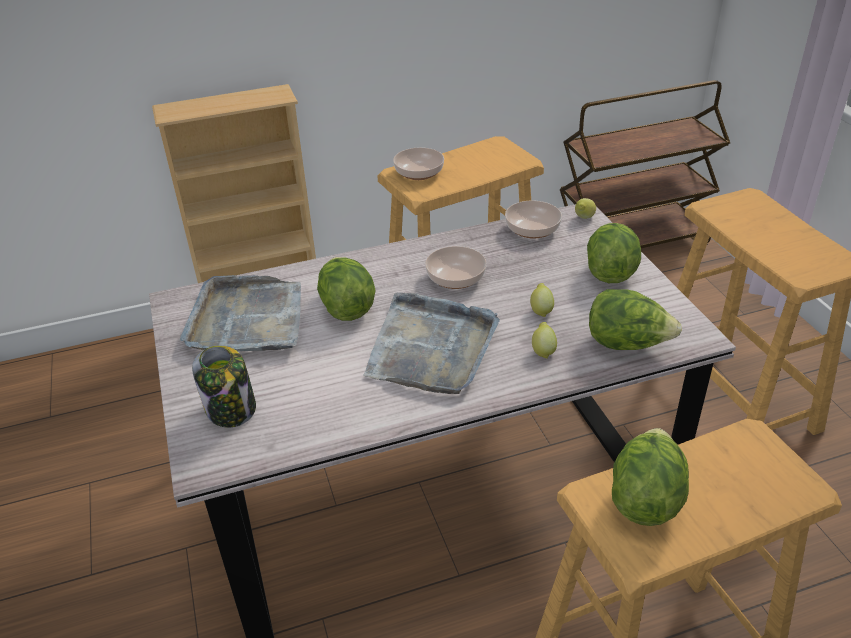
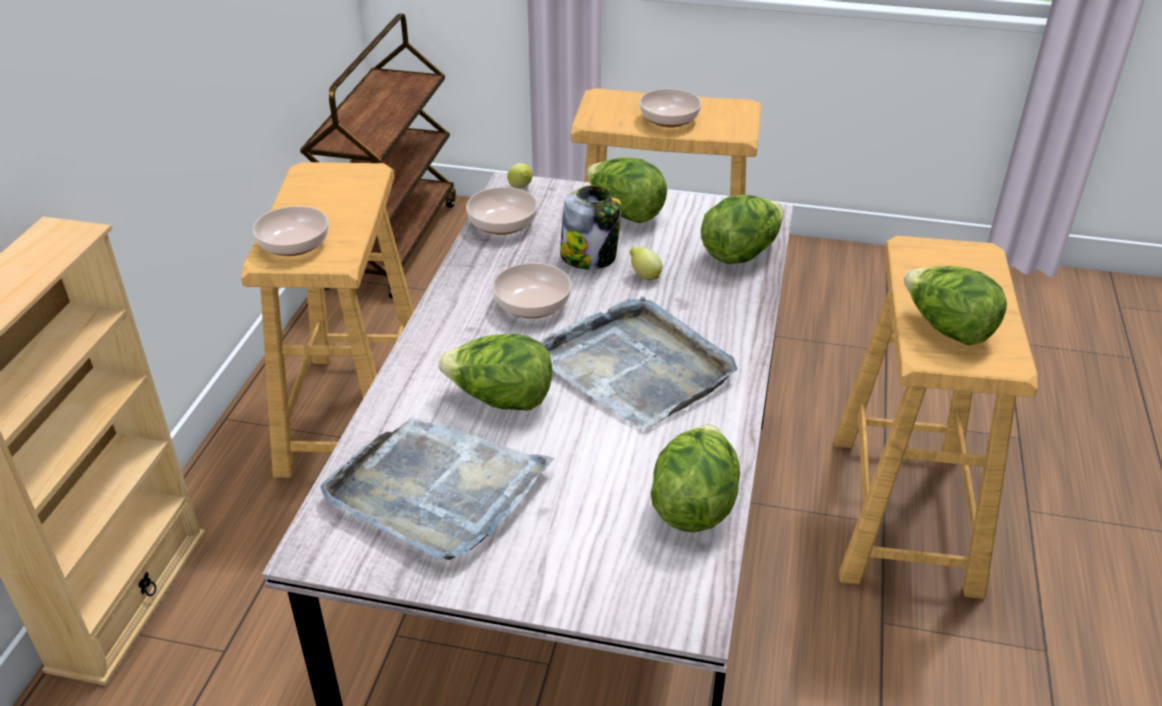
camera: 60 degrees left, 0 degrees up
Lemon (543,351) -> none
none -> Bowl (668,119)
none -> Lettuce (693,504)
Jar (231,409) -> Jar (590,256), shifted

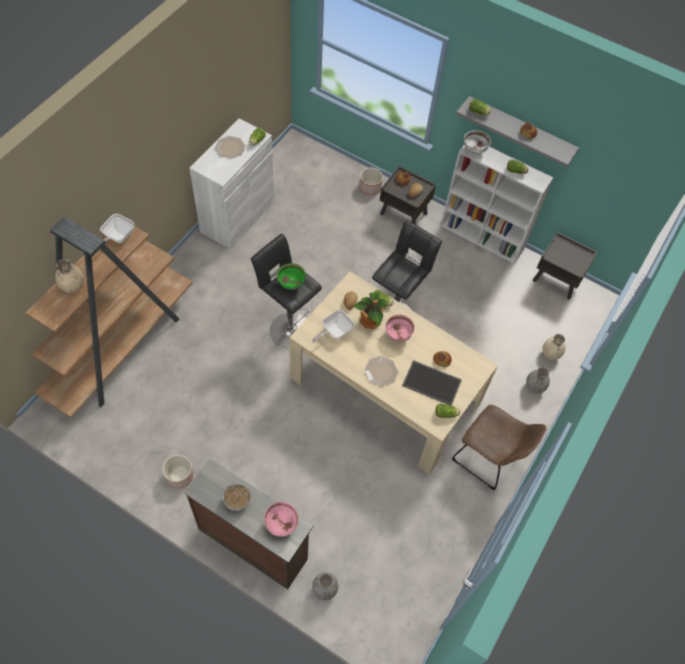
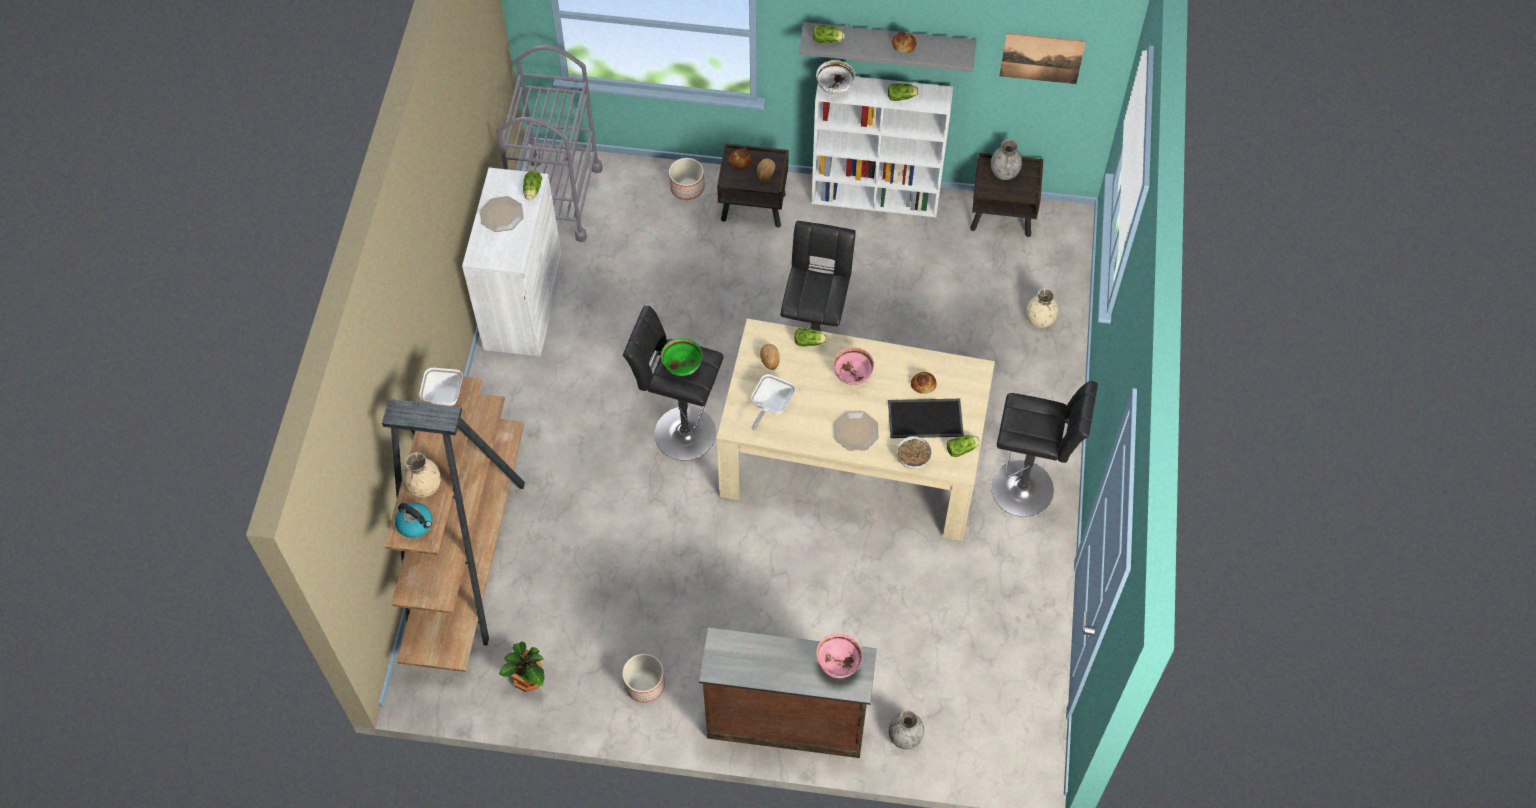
camera: 20 degrees left, 0 degrees up
none -> Kettle (416,524)
none -> GreyCart (558,199)
none -> Picture (1041,58)
Bowl (238,500) -> Bowl (913,458), shifted
PottedPlant (370,322) -> PottedPlant (528,679), shifted
GreyVase (535,387) -> GreyVase (1004,173), shifted
BrownChair (489,459) -> BlackStool (1027,489)

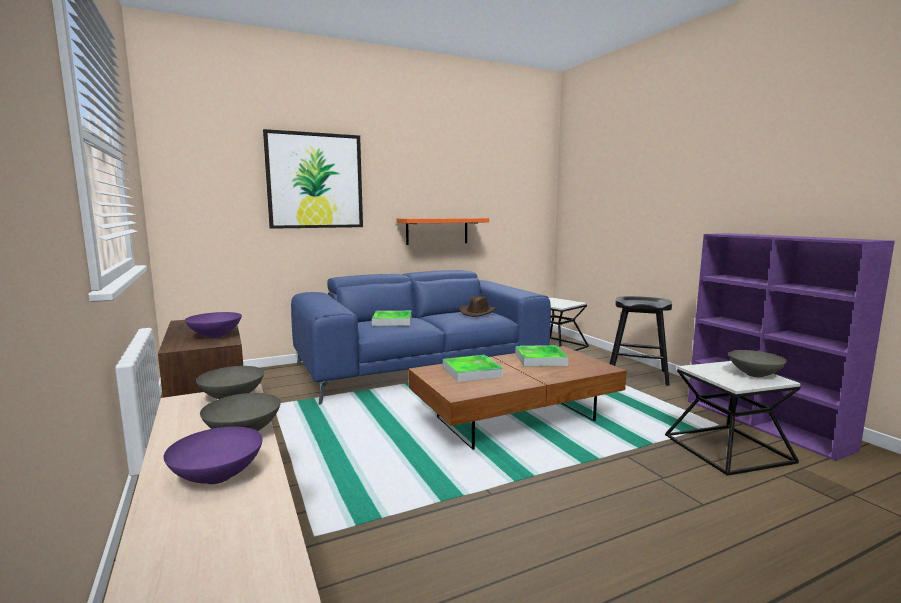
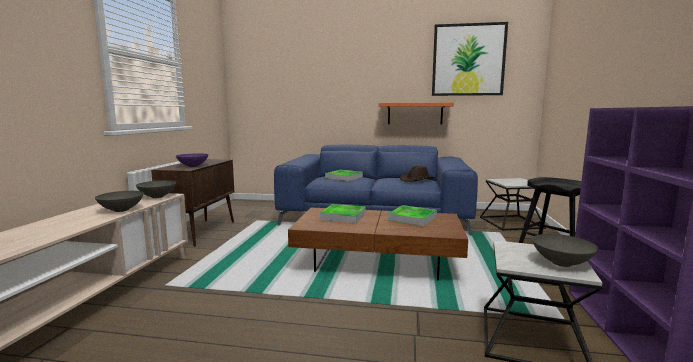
camera: 35 degrees right, 0 degrees up
PurpleBowl (216,477) -> none
Picture (315,181) -> Picture (468,60), shifted

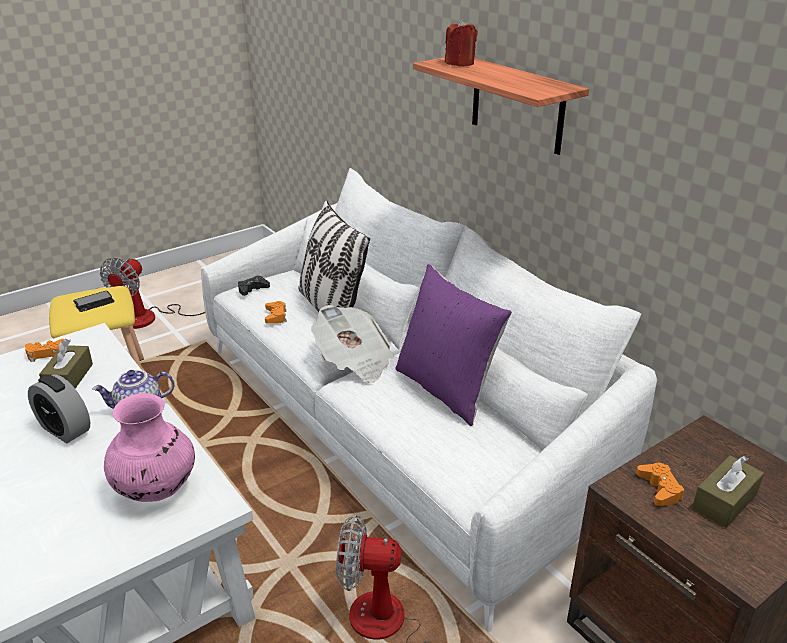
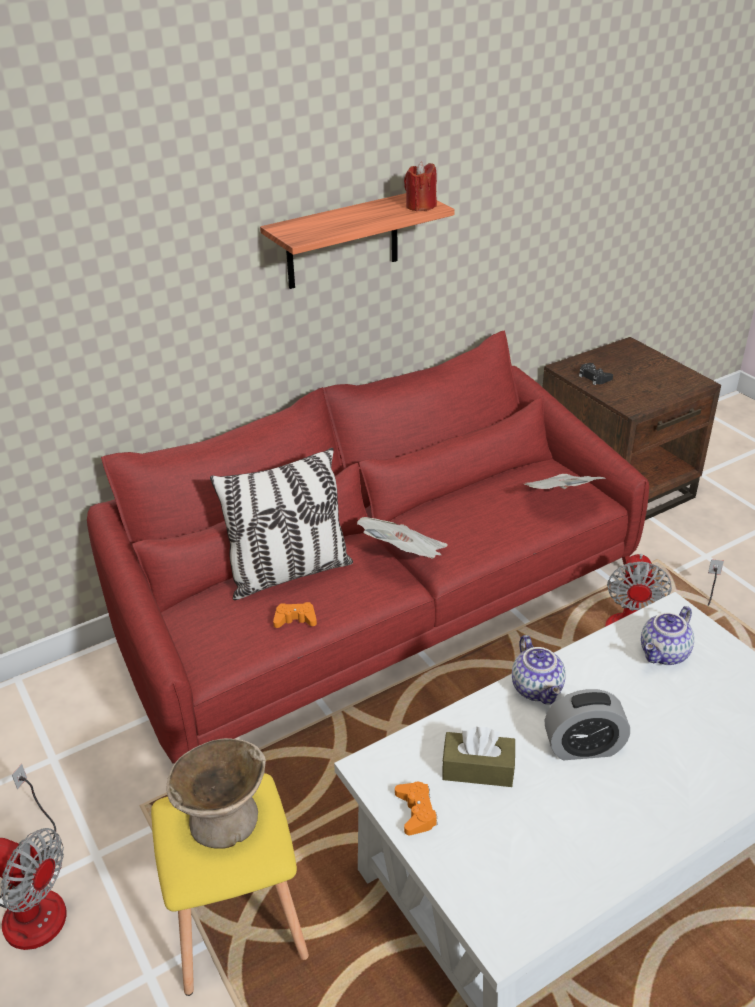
camera: 85 degrees left, 5 degrees up
PurplePillow (446,389) -> none
OrangeGameController (659,489) -> none
BrownTissueBox (724,501) -> none
none -> Newspaper (561,499)
BlackGameController (252,289) -> BlackGameController (594,377), shifted
RedCandle (459,63) -> RedCandle (420,206), shifted
Phone (94,302) -> BeigeBowl (224,819)
PinkVase (156,490) -> Teapot (665,654)
WhiteSofa (395,426) -> RedSofa (378,611)
AlarmClock (64,429) -> AlarmClock (583,747), 45 degrees clockwise

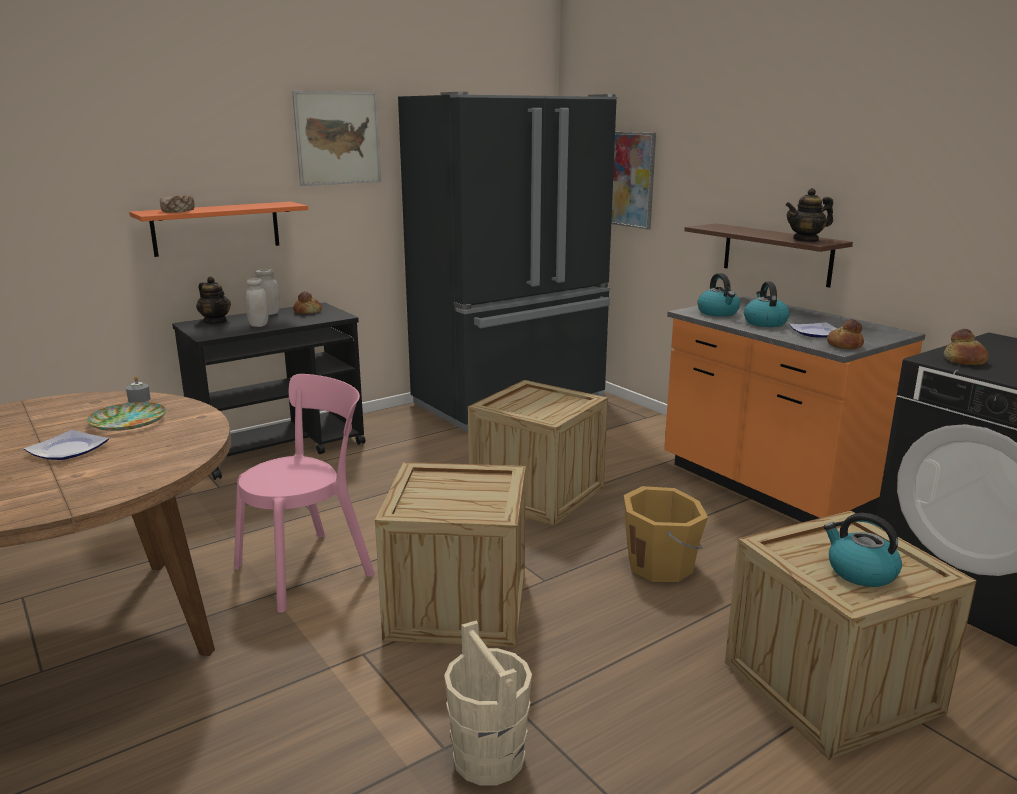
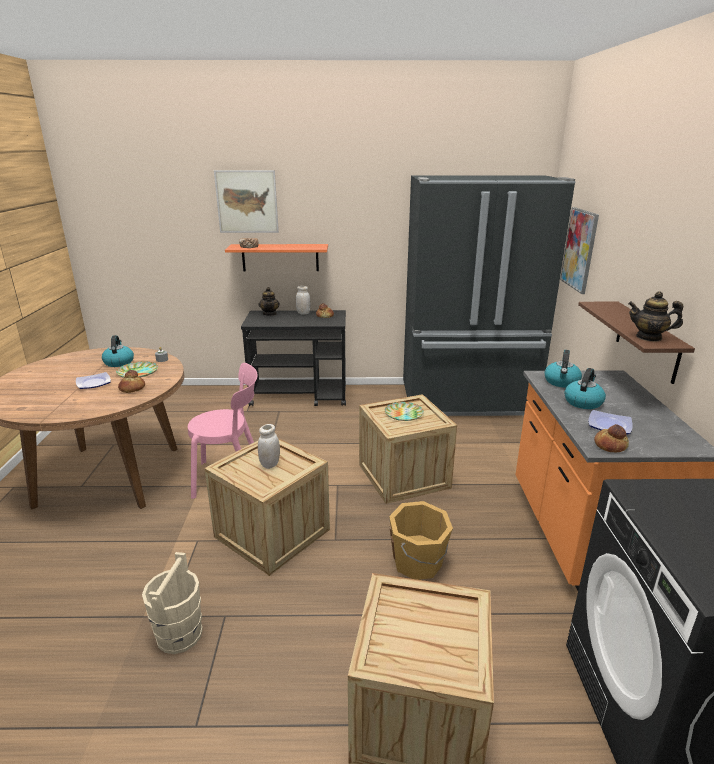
camera: 35 degrees right, 5 degrees up
none -> Plate (404,414)
WhiteJar (259,325) -> WhiteJar (270,464), shifted
Picture (338,138) -> Picture (247,202), shifted
Kettle (860,572) -> Kettle (119,362), shifted
Bread (965,361) -> Bread (132,389), shifted

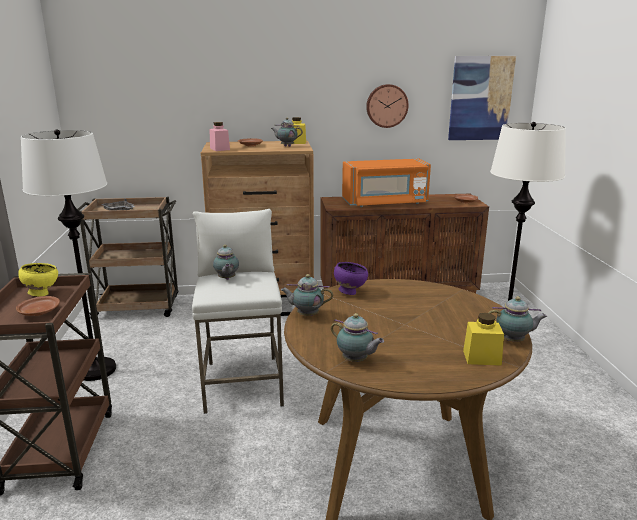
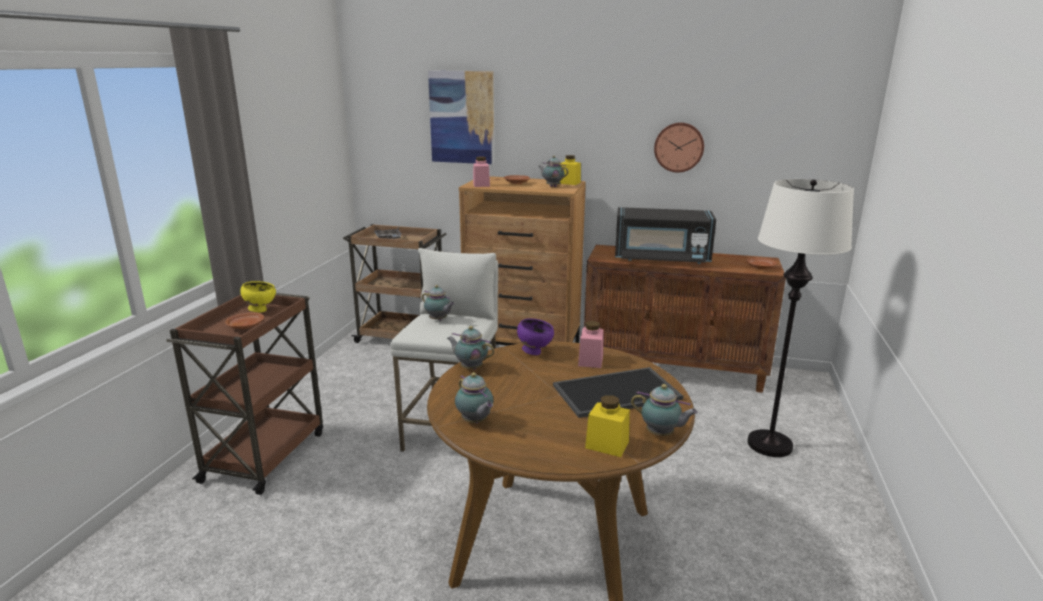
camera: 20 degrees right, 0 degrees up
WhiteFloorLamp (96,370) -> none
none -> Tray (616,393)
none -> PinkJar (590,360)
Picture (480,98) -> Picture (462,117), shifted
OrangeMicrowave (385,203) -> BlackMicrowave (661,259)
Teapot (226,279) -> Teapot (438,320), 60 degrees counterclockwise

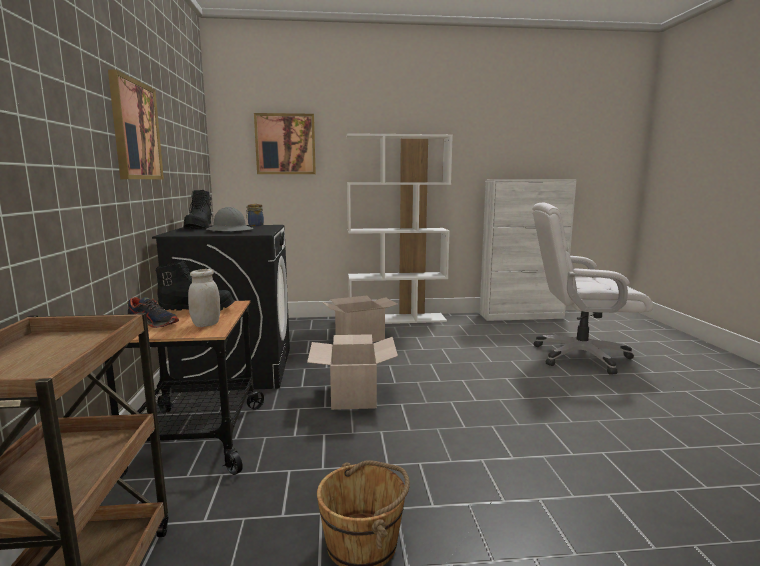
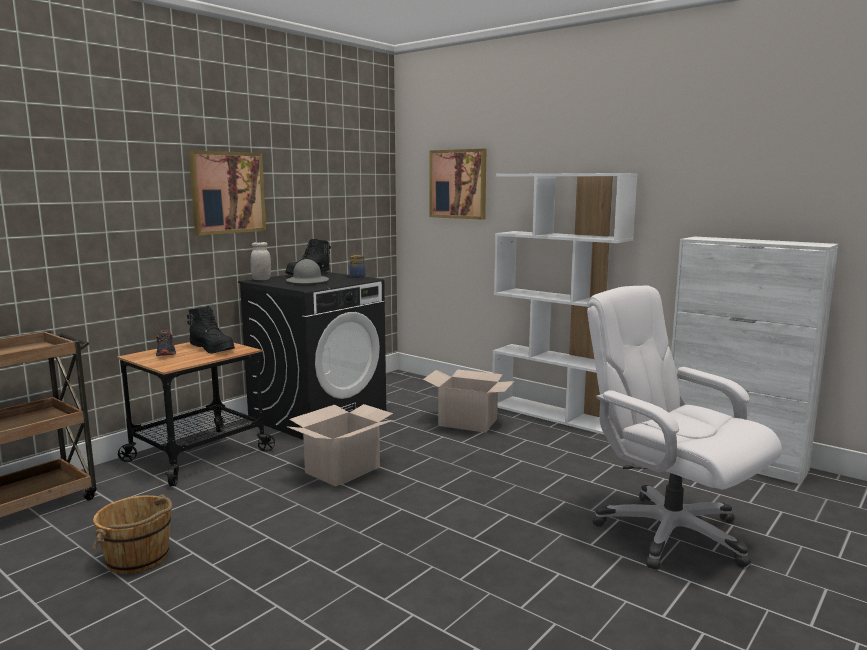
camera: 45 degrees right, 0 degrees up
WhiteJar (206,324) -> WhiteJar (261,279), shifted

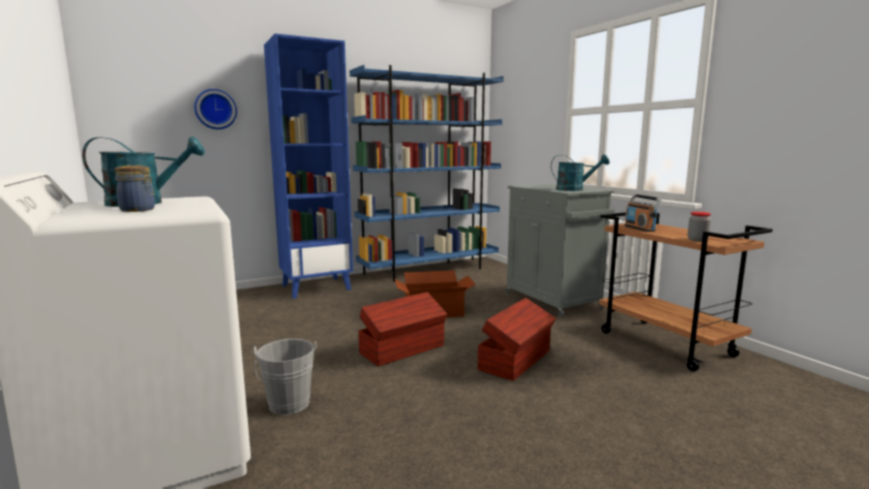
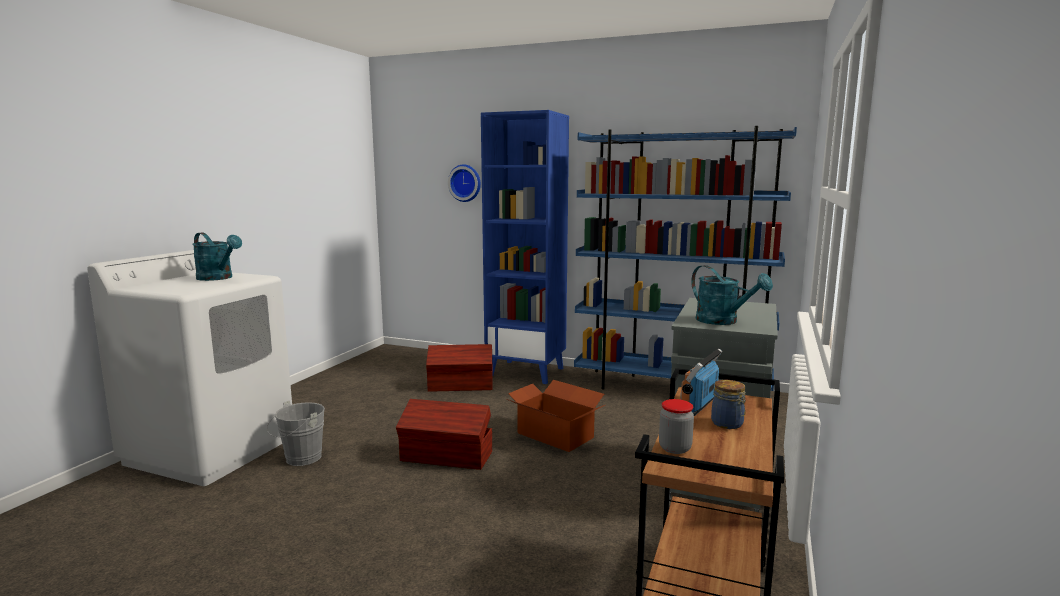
camera: 50 degrees right, 0 degrees up
Jar (139,210) -> Jar (728,424), shifted
BrownStorageBox (516,360) -> BrownStorageBox (461,386), shifted

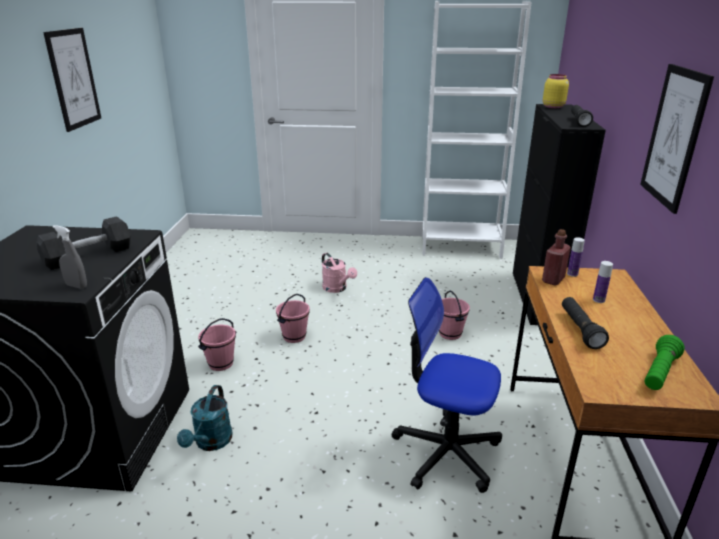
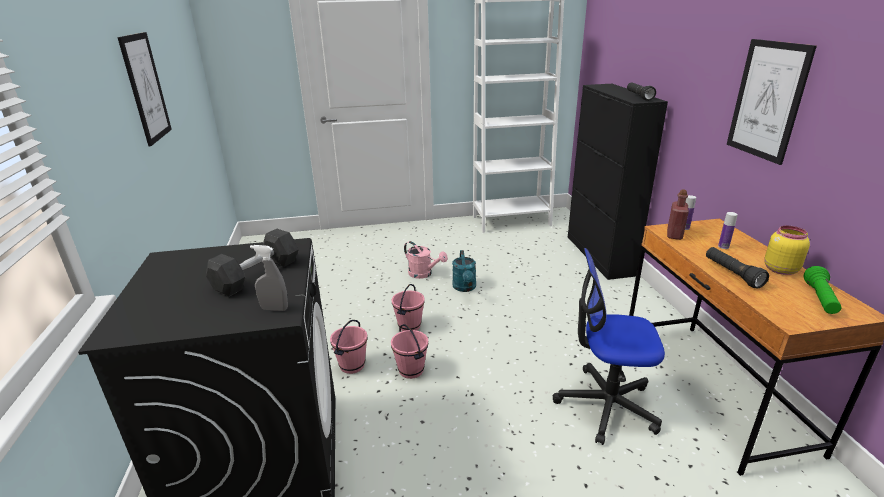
camera: 15 degrees left, 0 degrees up
TurquoiseWateringCan (211,443) -> TurquoiseWateringCan (465,288), shifted
PinkBucket (450,334) -> PinkBucket (411,370), shifted
YellowJar (552,106) -> YellowJar (779,269), shifted

